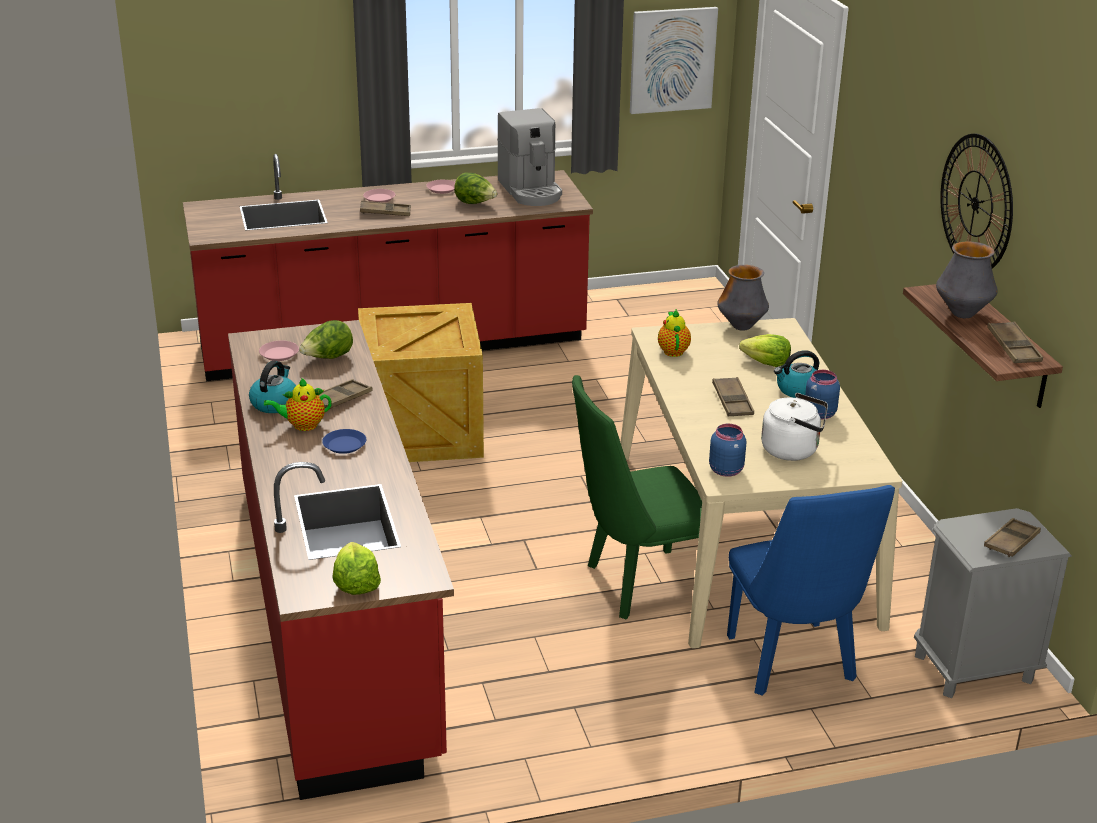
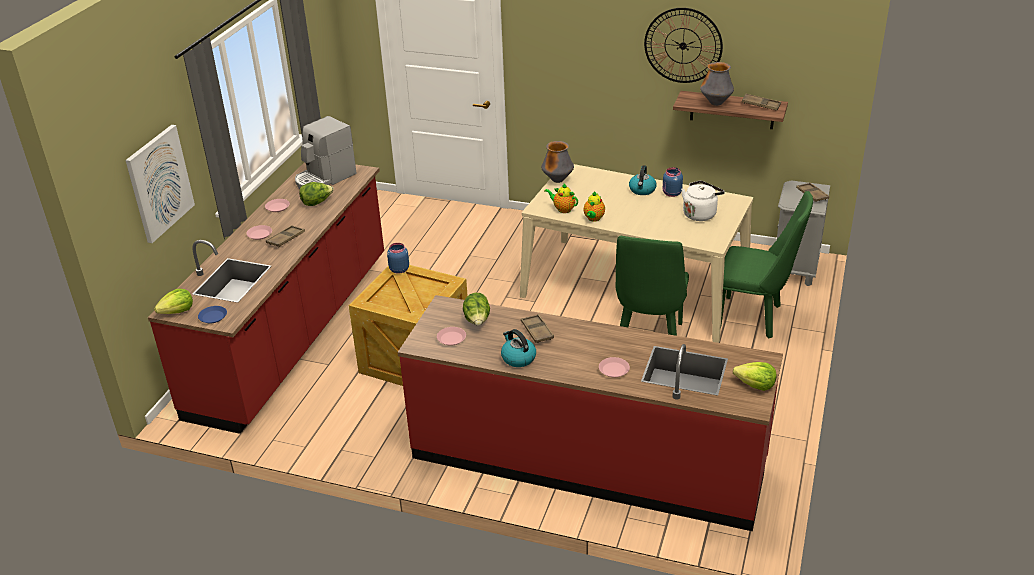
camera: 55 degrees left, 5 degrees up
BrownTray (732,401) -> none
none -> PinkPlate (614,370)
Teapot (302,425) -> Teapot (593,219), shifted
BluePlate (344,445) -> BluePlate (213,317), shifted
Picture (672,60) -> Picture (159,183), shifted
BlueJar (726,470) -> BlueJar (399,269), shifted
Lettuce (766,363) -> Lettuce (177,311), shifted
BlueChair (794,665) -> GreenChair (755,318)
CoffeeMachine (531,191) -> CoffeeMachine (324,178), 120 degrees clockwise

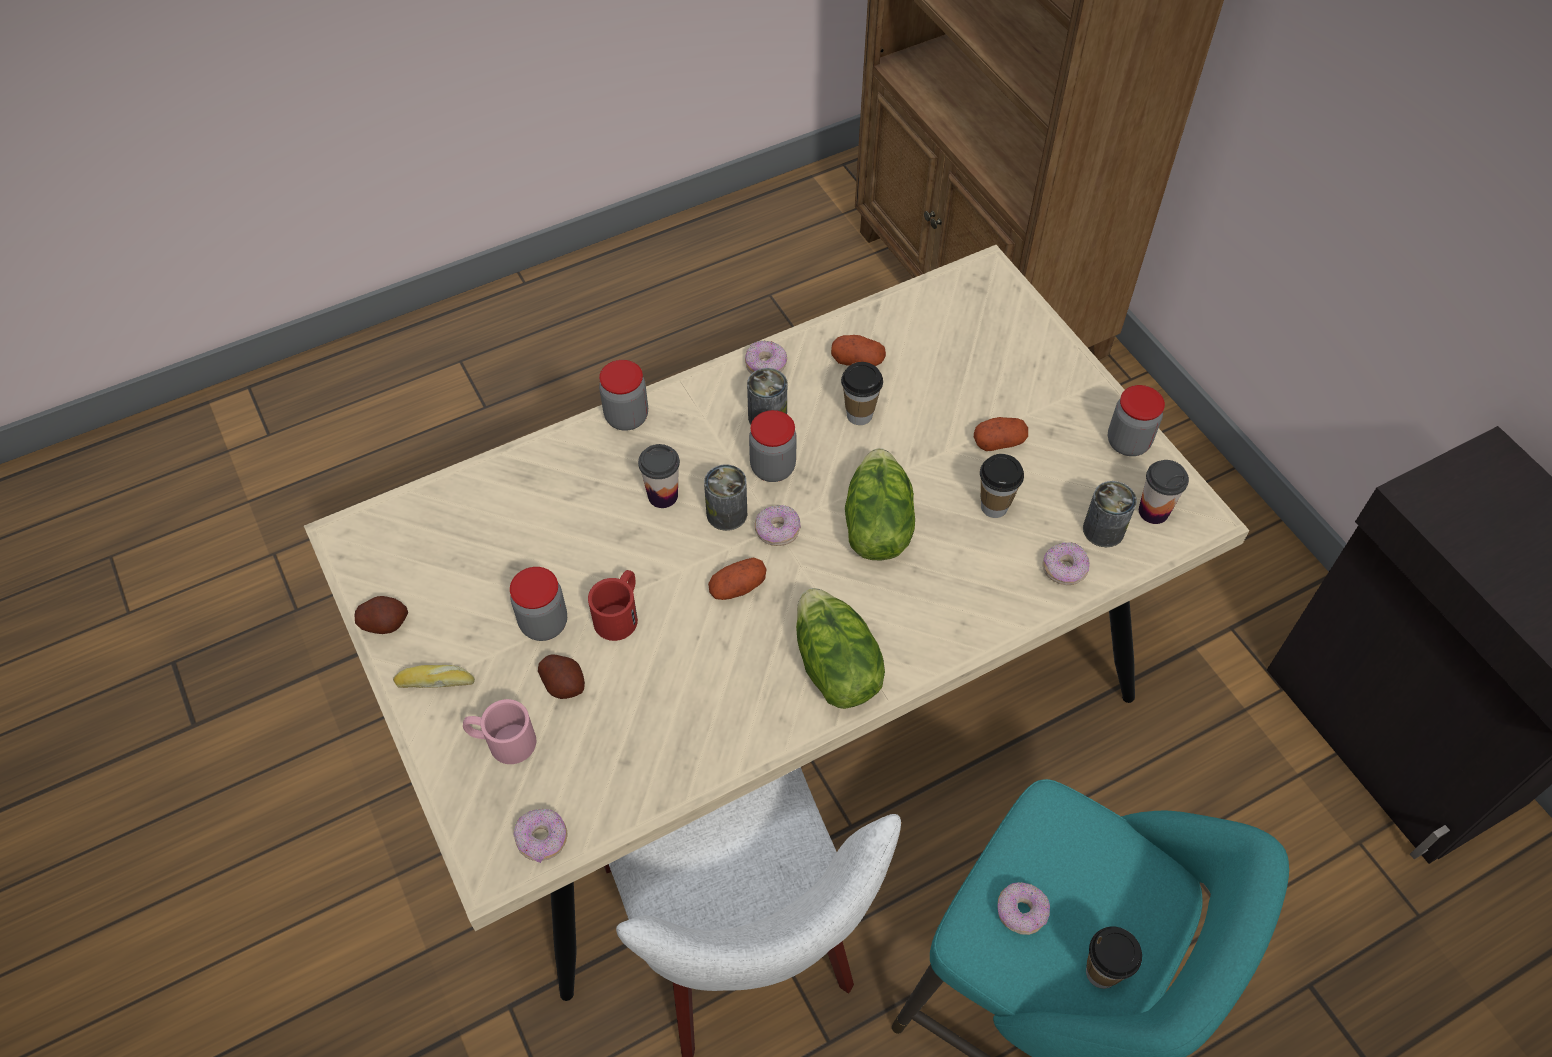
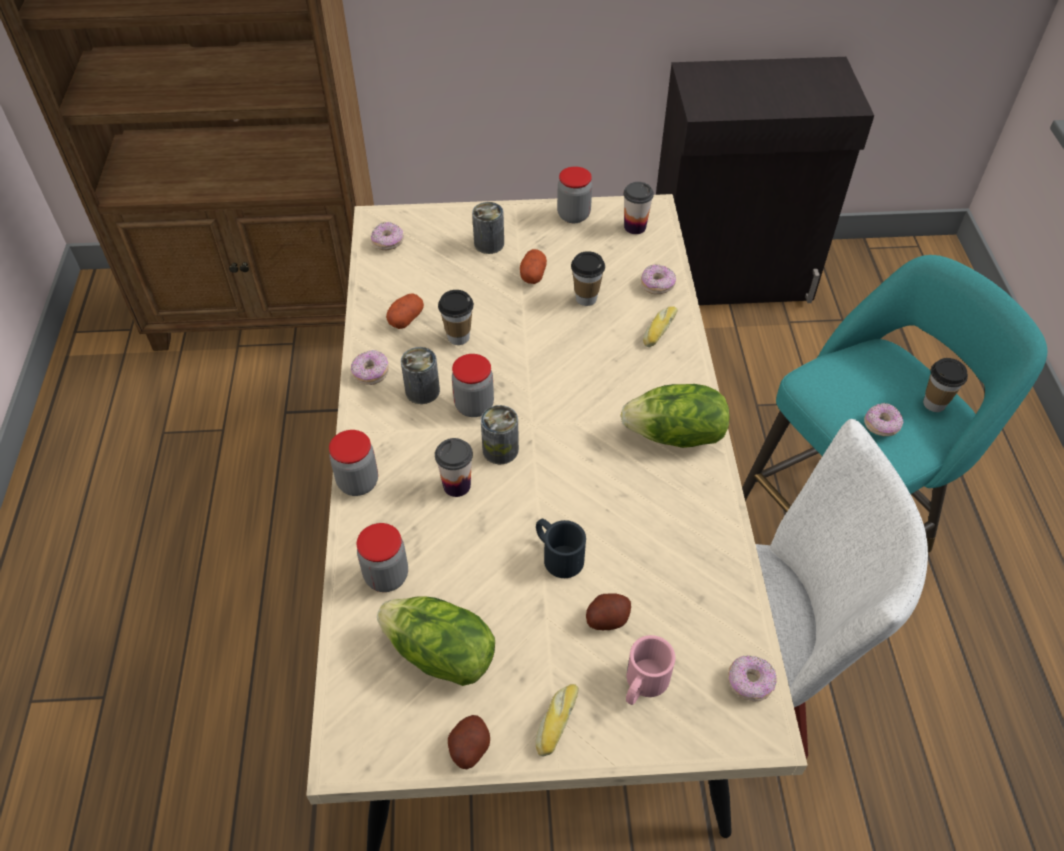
camera: 65 degrees left, 5 degrees down
Potato (737,587) -> none
none -> Bread (658,330)
Jar (544,623) -> Jar (386,576), shifted
Donut (777,531) -> Donut (388,243), shifted
Lettuce (875,525) -> Lettuce (440,655), shifted
Can (1103,530) -> Can (489,243), shifted
RedMug (620,613) -> BlackMug (557,555)

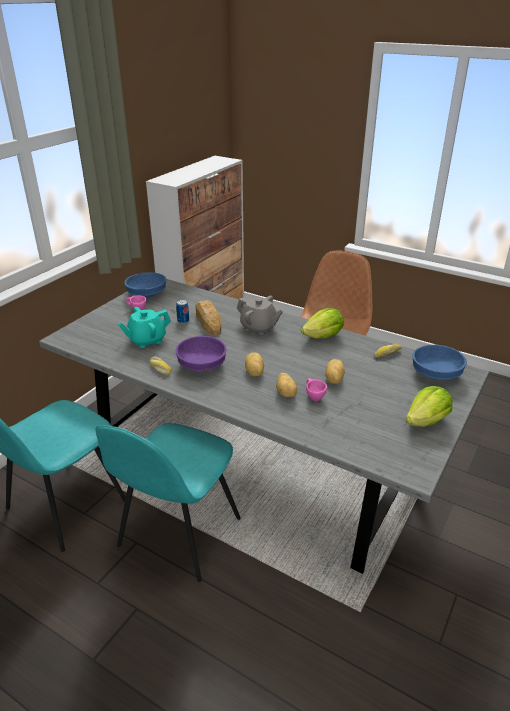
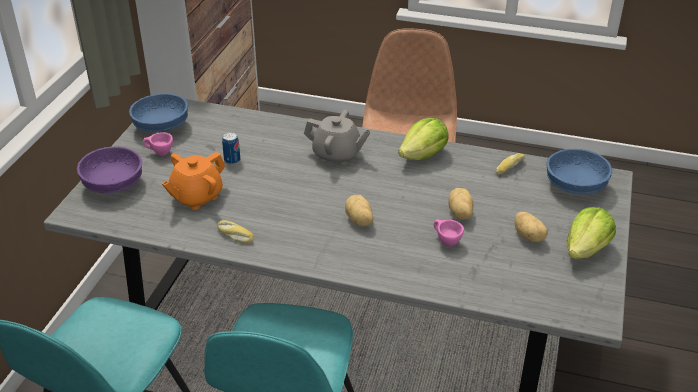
camera: 15 degrees left, 5 degrees up
Bread (208,321) -> none
PurpleBowl (201,365) -> PurpleBowl (112,184), shifted
Potato (286,393) -> Potato (529,236), shifted
TurquoiseTeapot (146,340) -> OrangeTeapot (196,197)

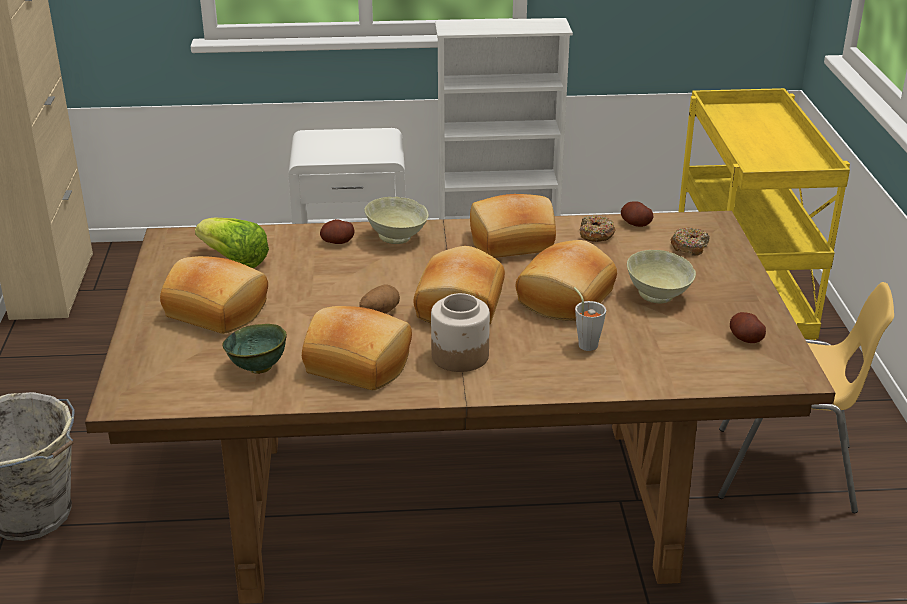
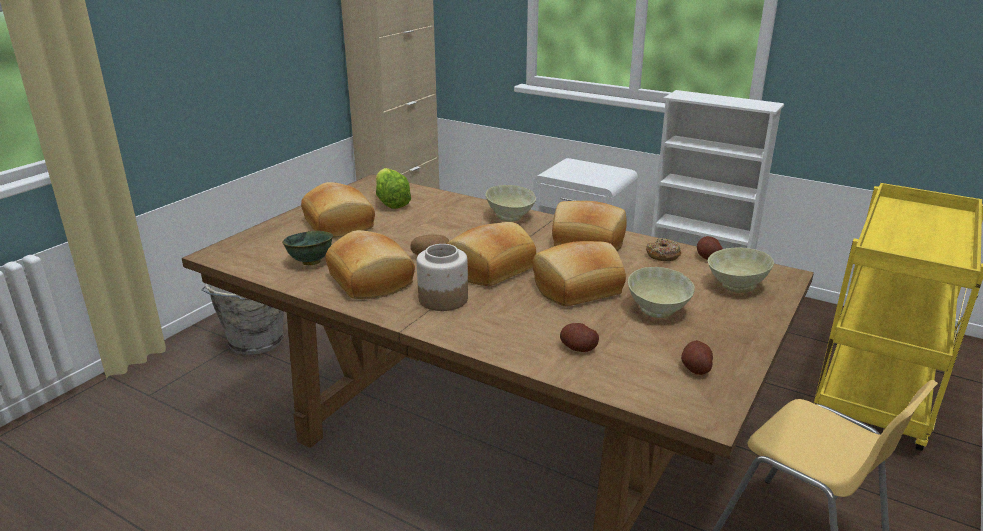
camera: 35 degrees right, 5 degrees down
GreyCup (585,343) -> none
Potato (338,242) -> Potato (578,348), shifted
Donut (689,247) -> BeigeBowl (735,286)

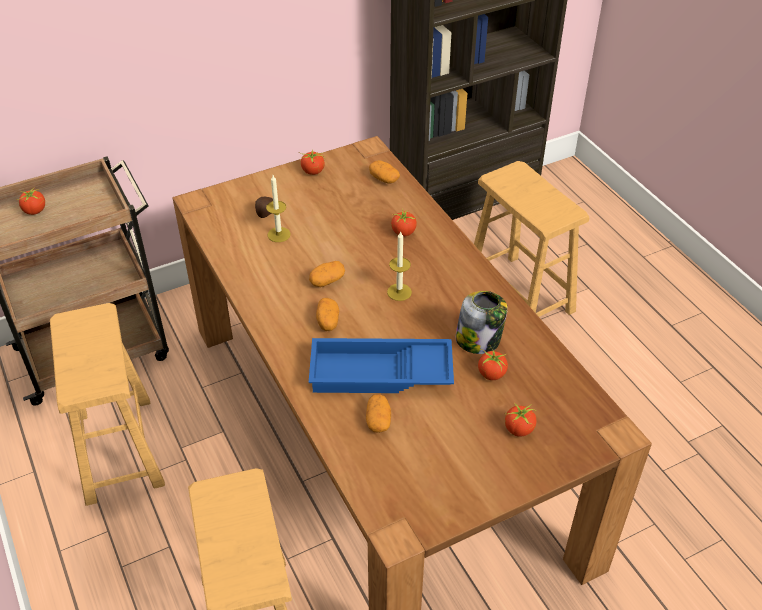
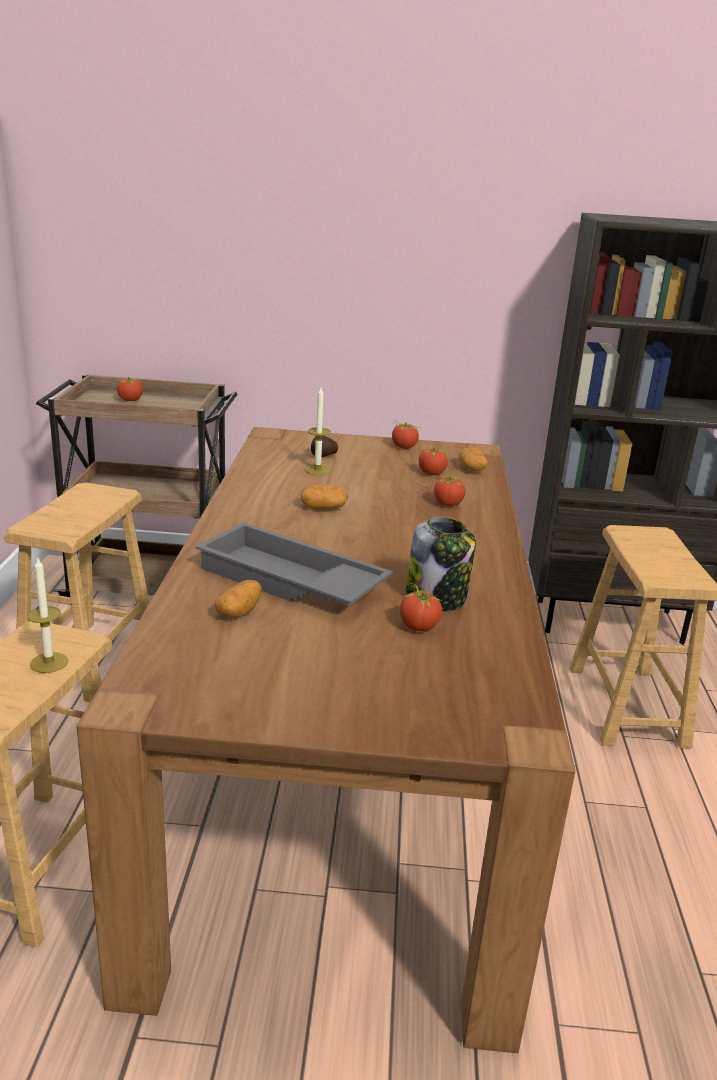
camera: 30 degrees right, 20 degrees down
Potato (327,321) -> none
Candle (399,292) -> Candle (49,662), shifted
Tomato (518,429) -> Tomato (431,473), shifted
BlueTray (379,374) -> GreyTray (288,582)

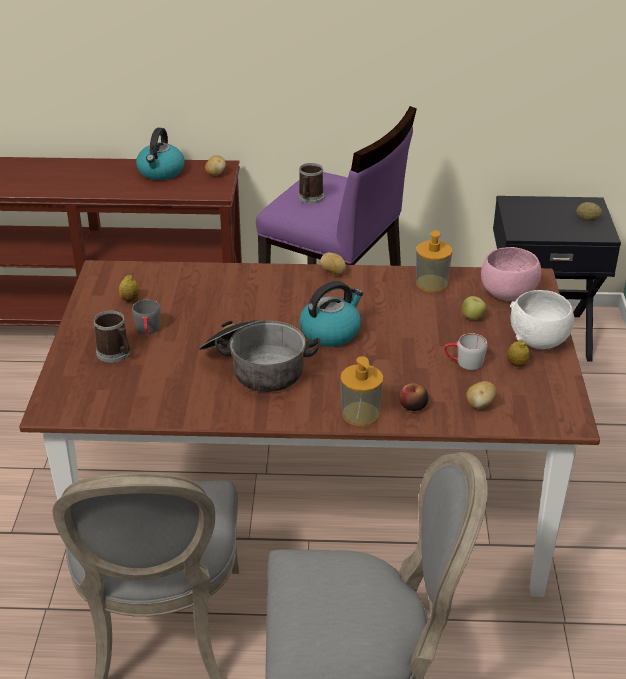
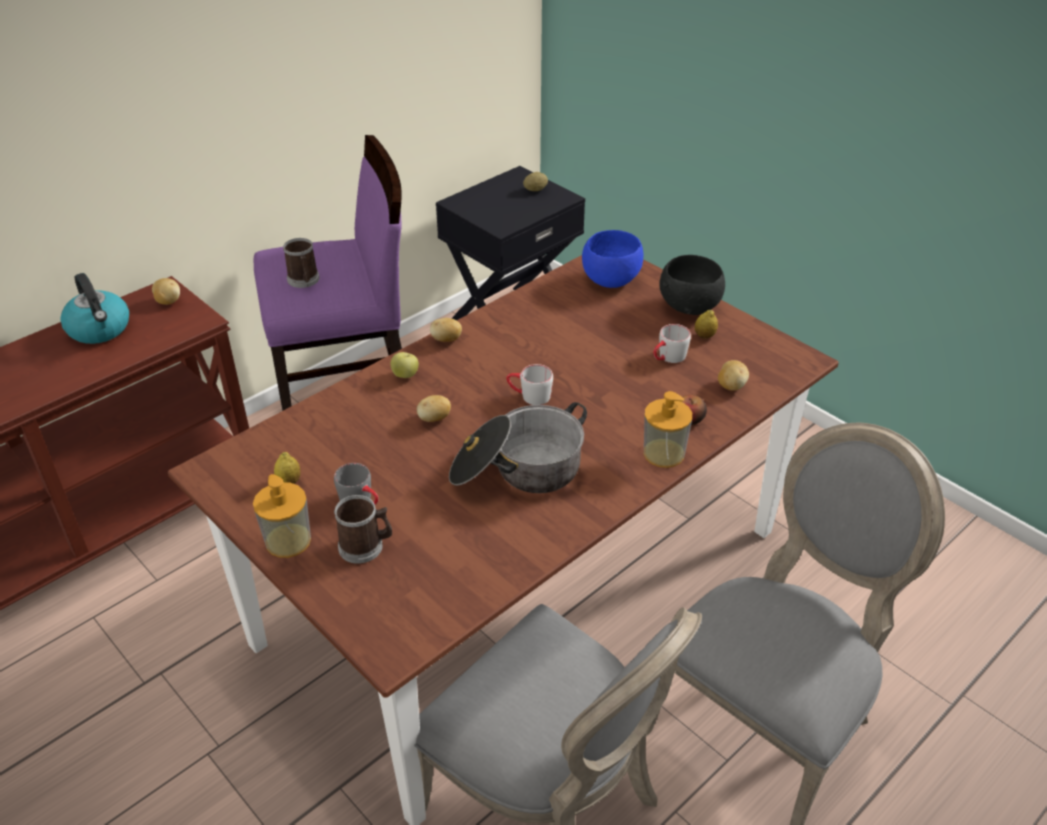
camera: 45 degrees left, 5 degrees up
none -> Potato (434,419)
SoapDispenser (431,283) -> SoapDispenser (288,540), shifted
Apple (473,317) -> Apple (405,375), shifted
Kettle (331,332) -> GreyMug (529,396)
PinkBowl (507,294) -> BlueBowl (611,280)
WhiteBowl (540,341) -> BlackBowl (690,306)

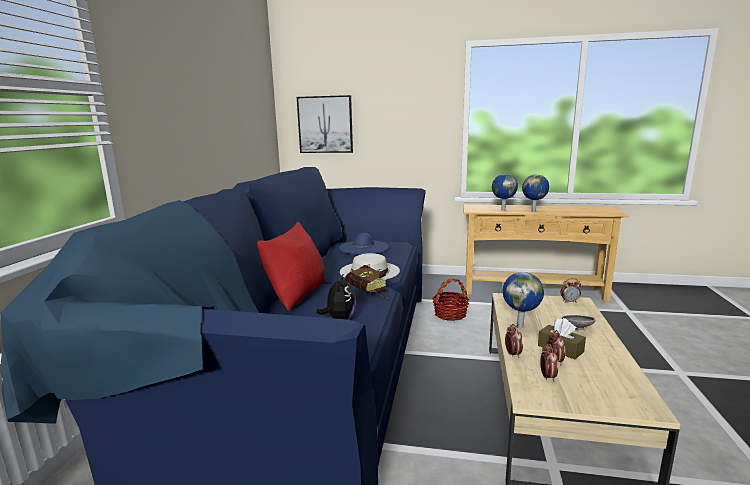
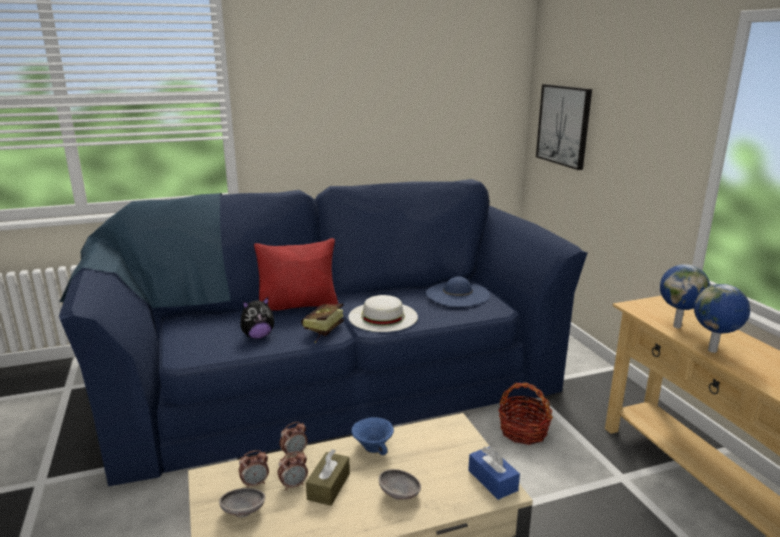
camera: 60 degrees right, 5 degrees up
none -> GreyBowl (244,511)
Globe (520,326) -> BlueBowl (373,449)
AlarmClock (569,301) -> BlueTissueBox (492,480)

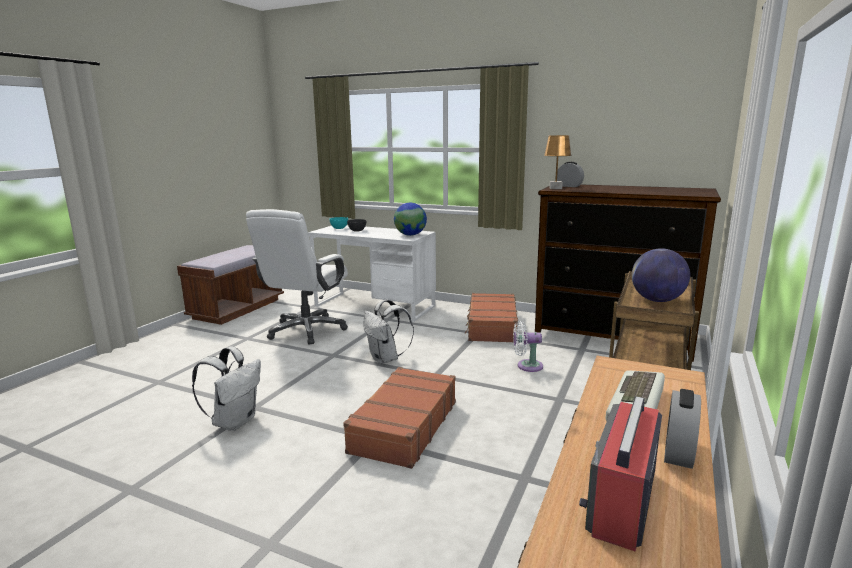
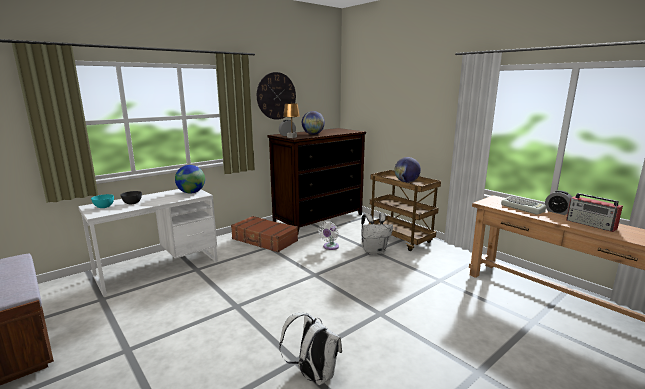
camera: 65 degrees left, 0 degrees up
WhiteOfficeChair (306,330) -> none
BrownSuitcase (403,427) -> none
none -> WallClock (276,96)
none -> Globe (313,134)
WhiteBackpack (386,359) -> WhiteBackpack (374,251), shifted

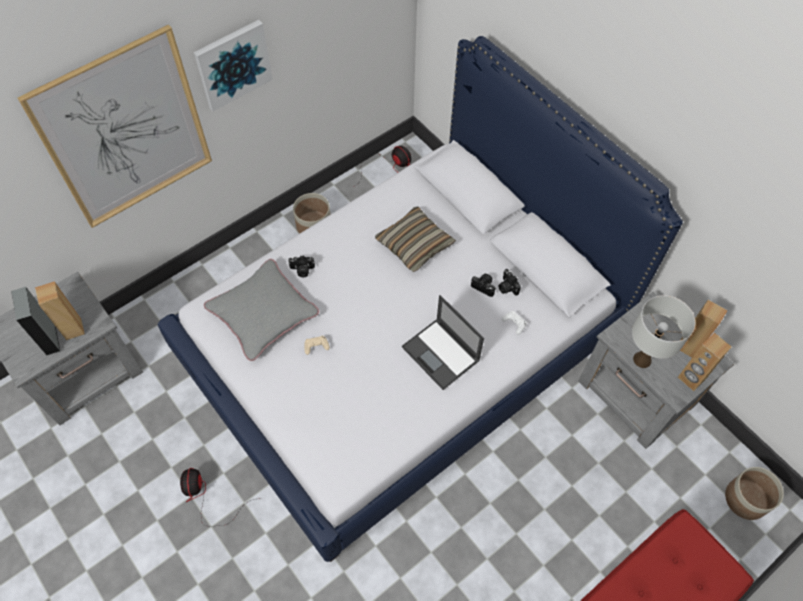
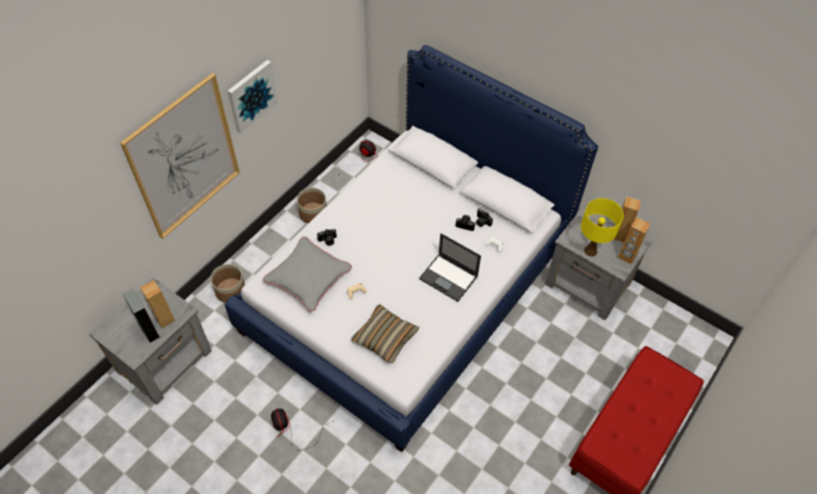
camera: 15 degrees left, 5 degrees down
Pillow (414,244) -> Pillow (385,337), shifted
Planter (745,498) -> Planter (230,290), shifted
WhiteTableLamp (642,360) -> YellowTableLamp (591,251)

